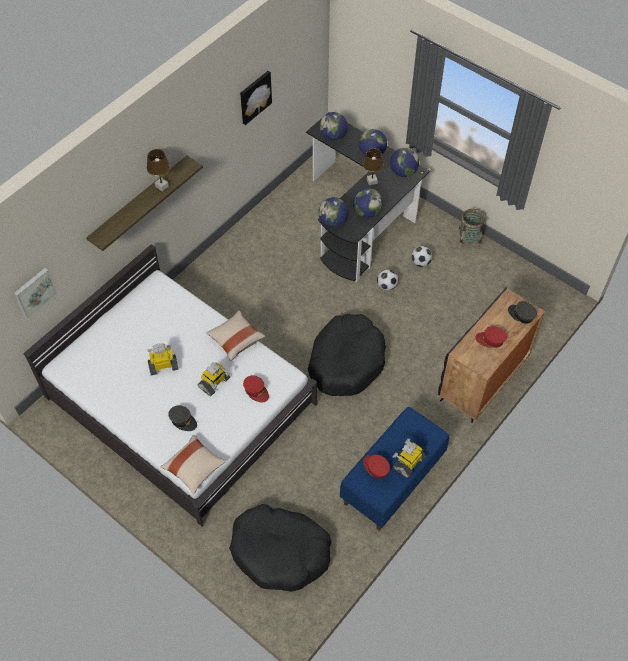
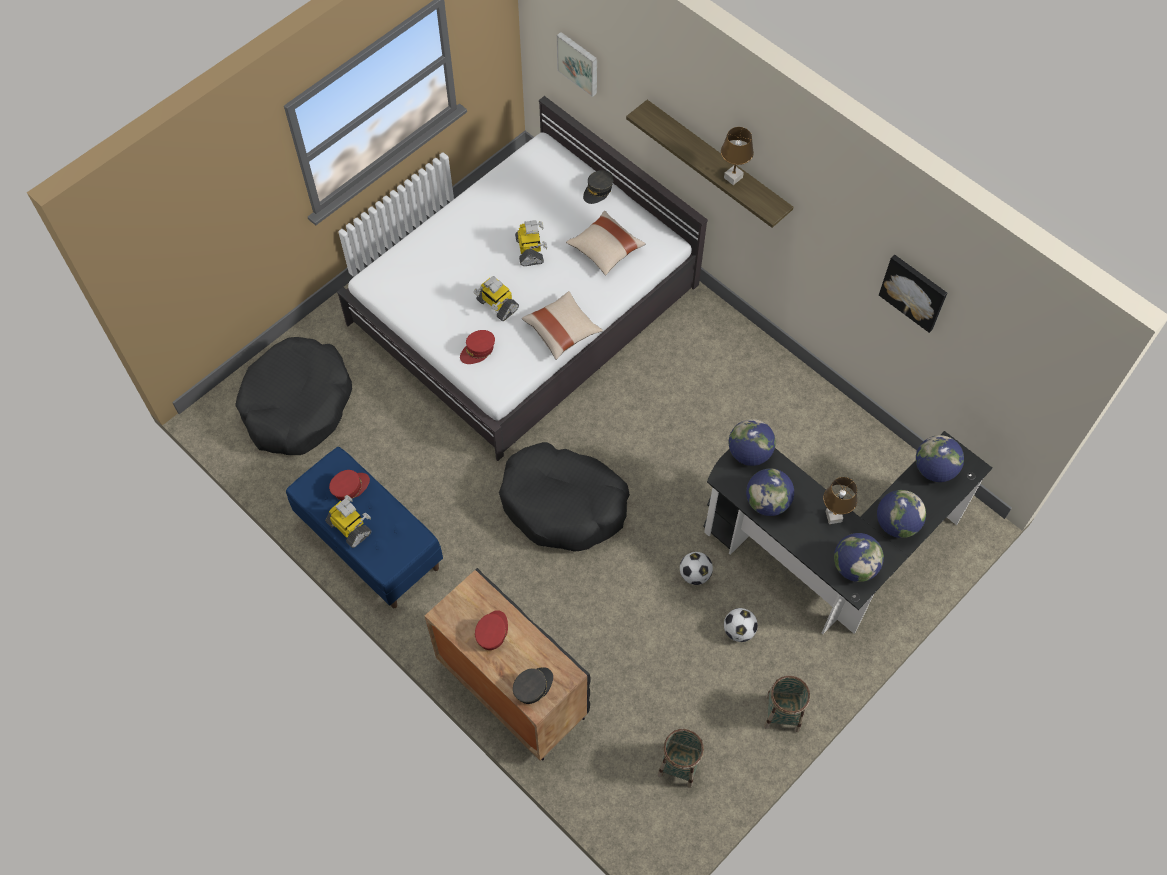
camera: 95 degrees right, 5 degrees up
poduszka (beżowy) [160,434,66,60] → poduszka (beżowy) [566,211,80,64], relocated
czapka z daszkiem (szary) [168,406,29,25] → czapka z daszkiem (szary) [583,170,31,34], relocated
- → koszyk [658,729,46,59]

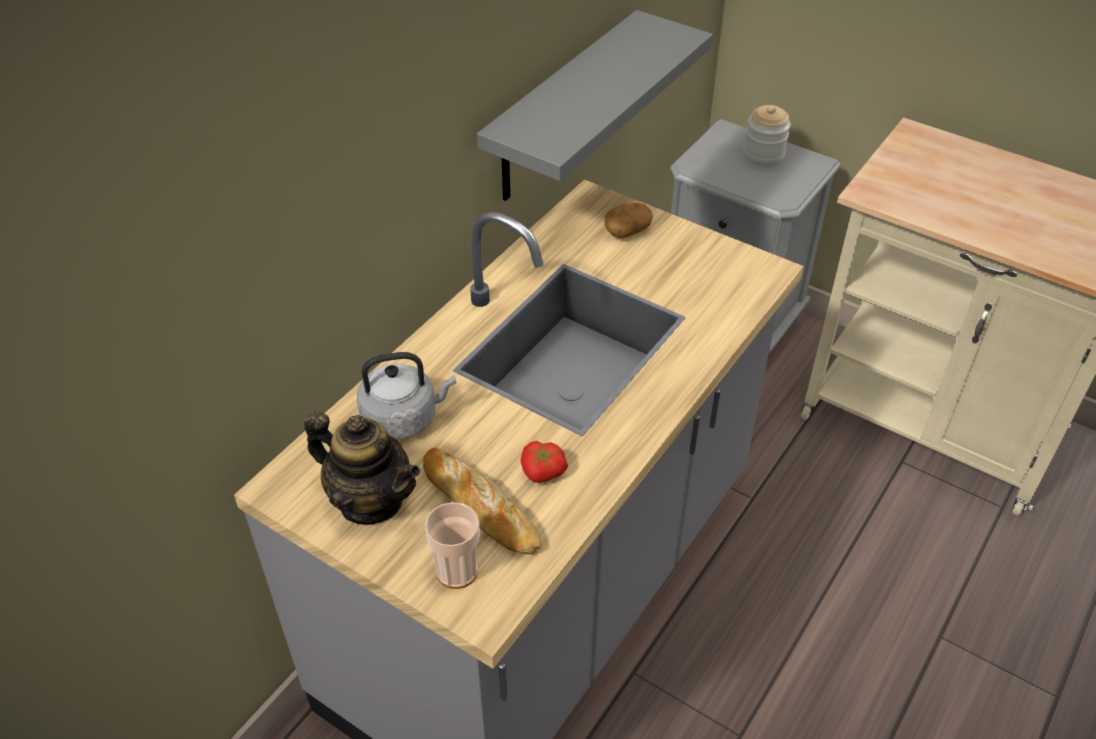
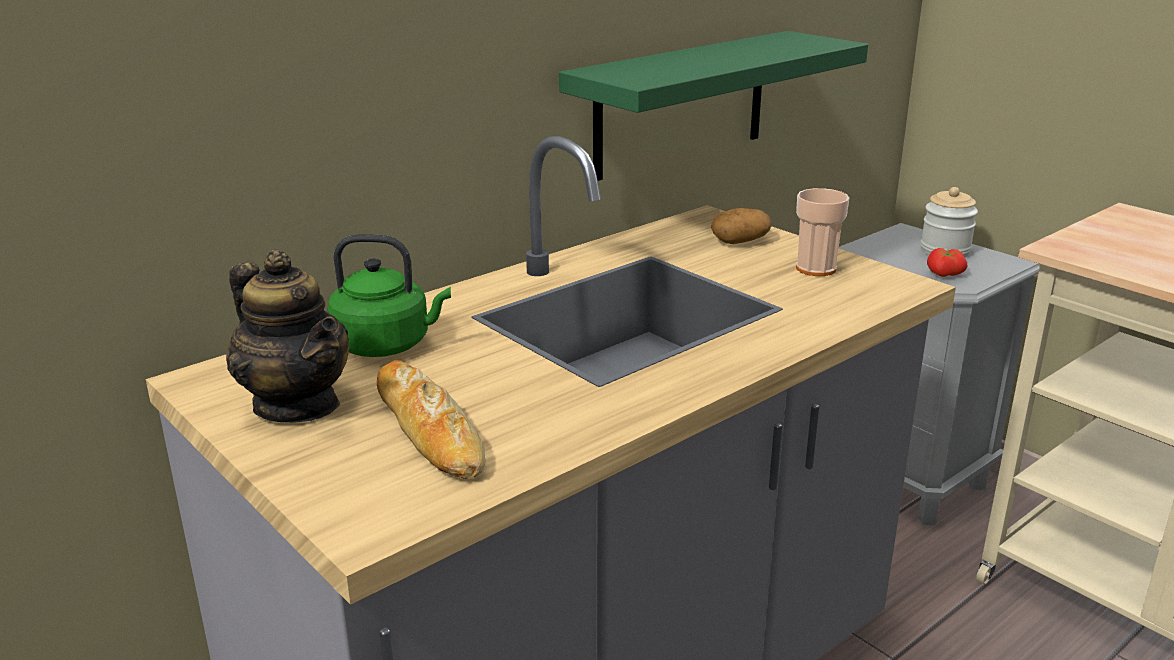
camera: 15 degrees right, 20 degrees down
czajnik (szary) [357,352,99,87] → czajnik (zielony) [327,234,124,123]
filiżanka [425,502,55,87] → filiżanka [796,188,53,88], relocated
półka (szary) [477,10,236,191] → półka (zielony) [559,31,309,150]
pomidor [520,441,48,42] → pomidor [927,248,40,29], relocated

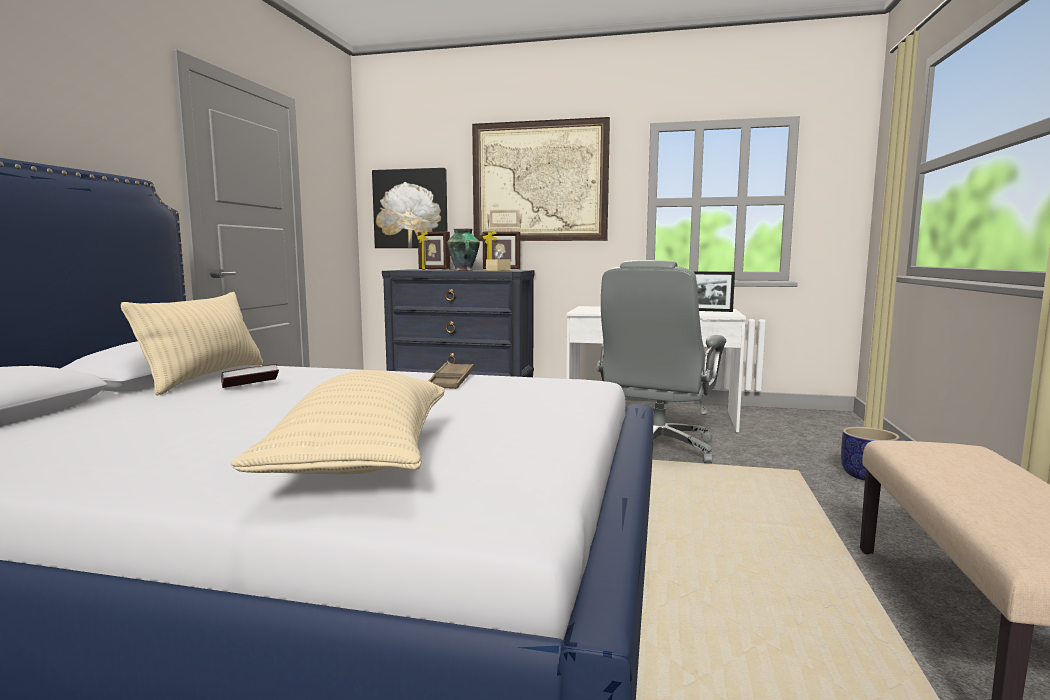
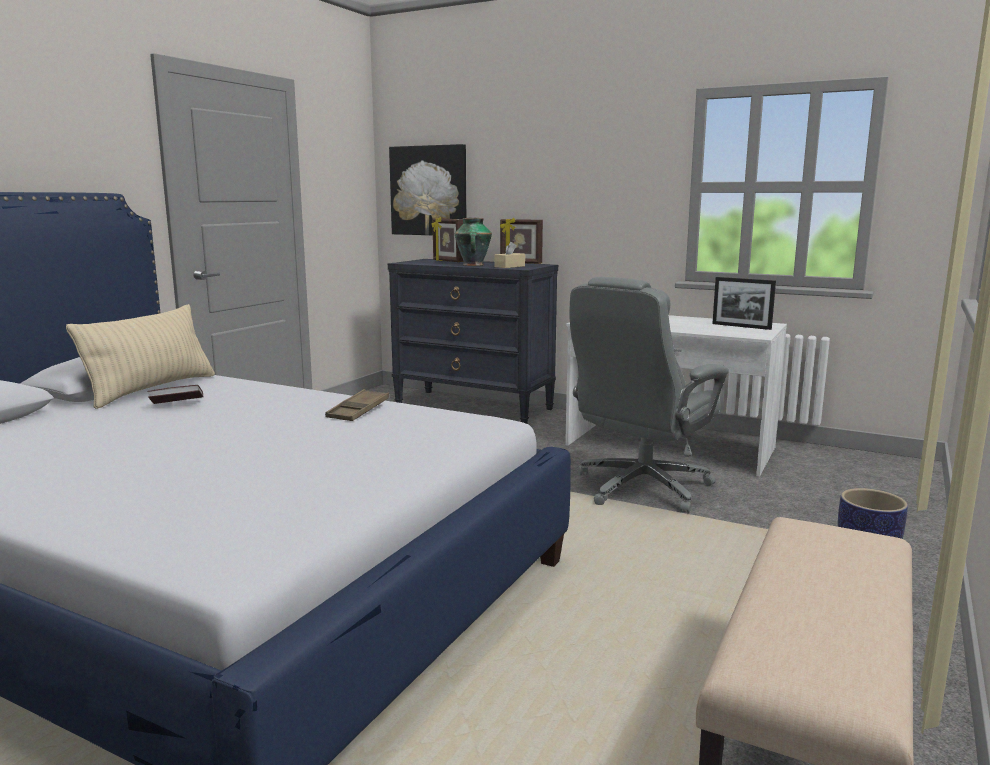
camera: 15 degrees right, 5 degrees up
poduszka (beżowy) [231,370,213,104] → -
obraz [472,117,138,124] → -

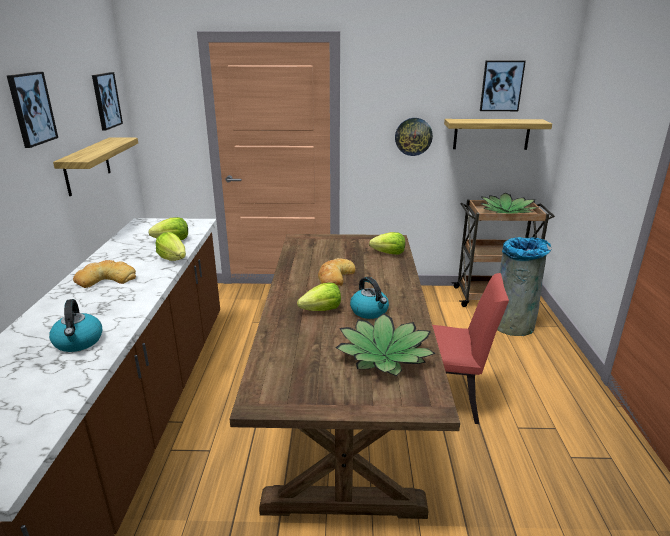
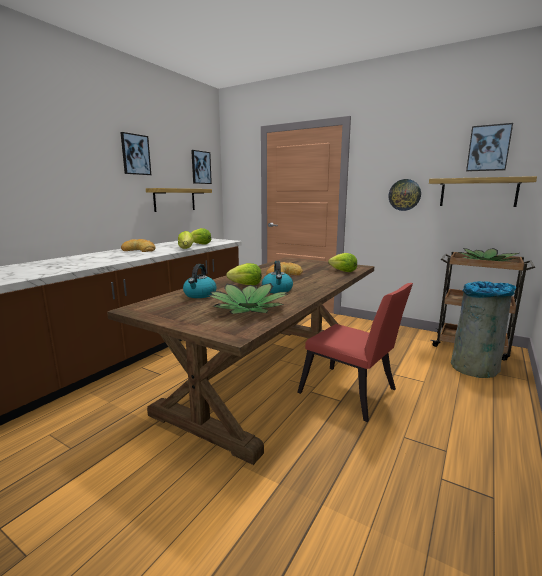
camera: 30 degrees right, 10 degrees down
czajnik [49,299,54,53] → czajnik [183,264,34,34], relocated

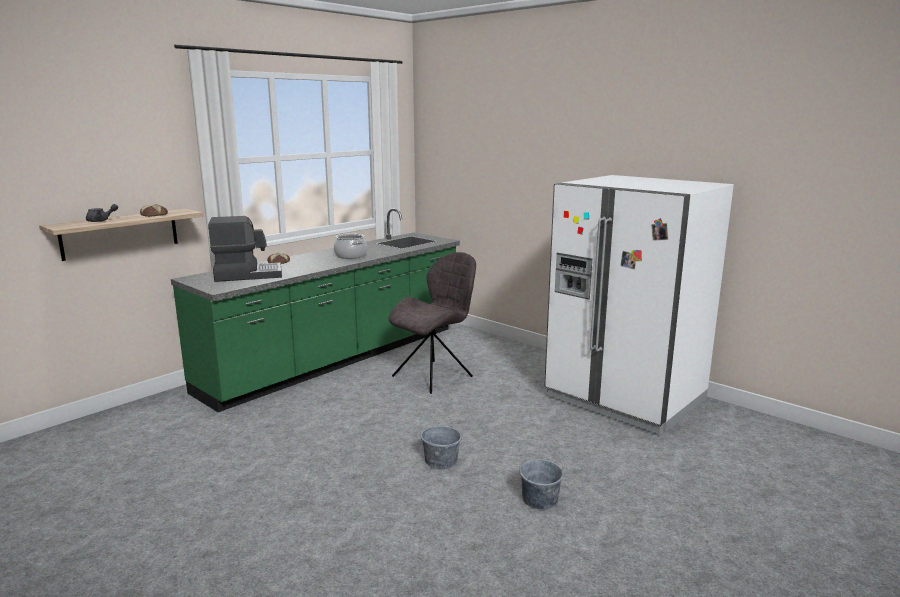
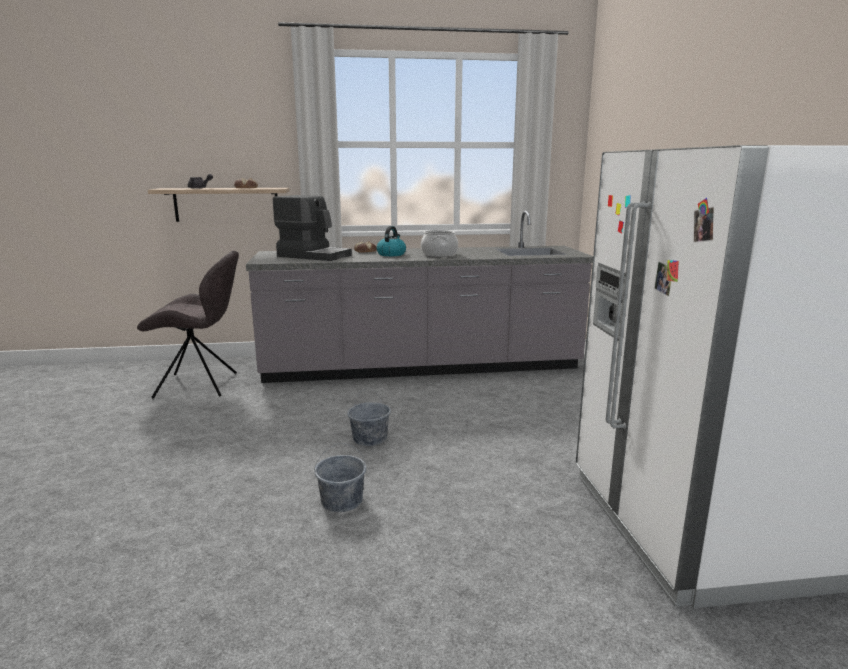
camera: 40 degrees right, 0 degrees up
zabudowa kuchenna (zielony) [171,208,289,204] → zabudowa kuchenna (szary) [246,211,347,172]
krzesło (szary) [388,252,88,142] → krzesło (szary) [137,251,102,147], relocated
wiadro (szary) [519,448,45,61] → wiadro (szary) [347,388,44,58], relocated
- → czajnik [377,226,29,30]

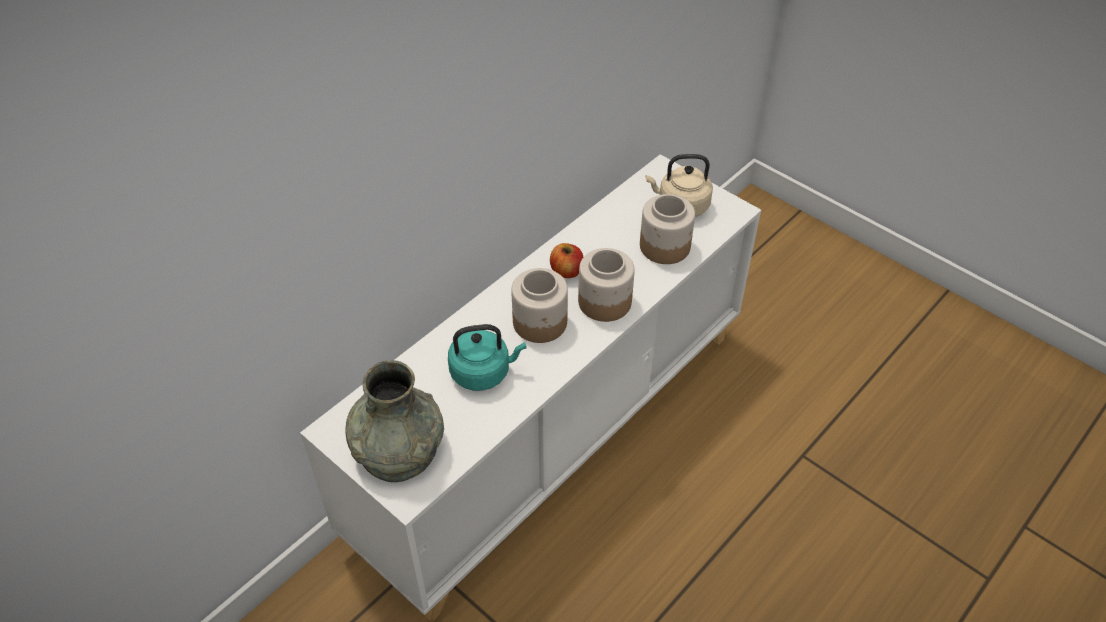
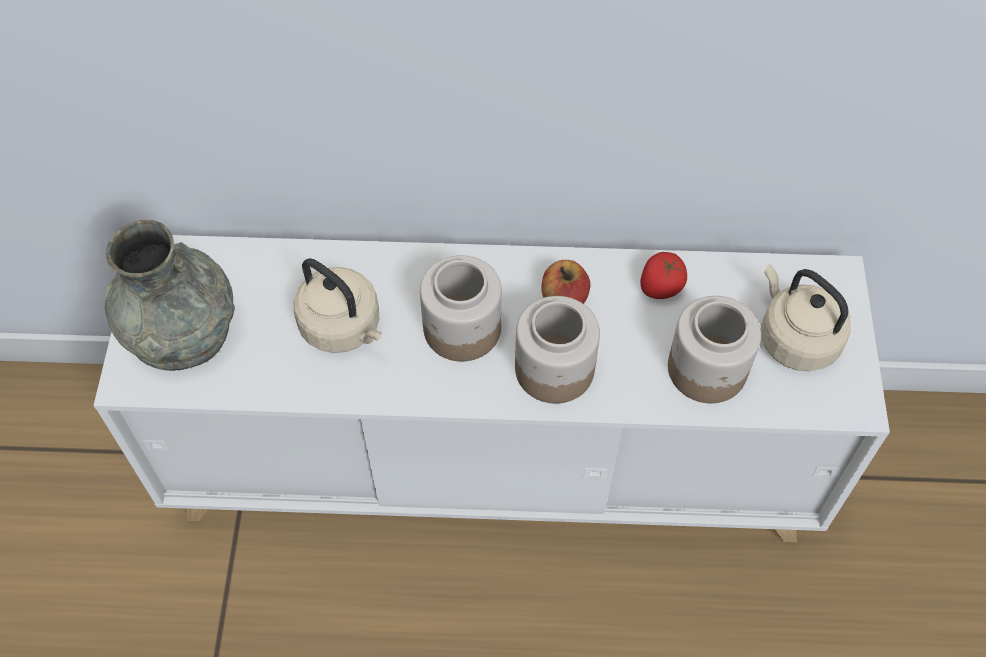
camera: 50 degrees right, 10 degrees up
czajnik (turkusowy) [448,324,79,67] → czajnik (beżowy) [294,258,88,95]
- → pomidor [640,252,47,47]

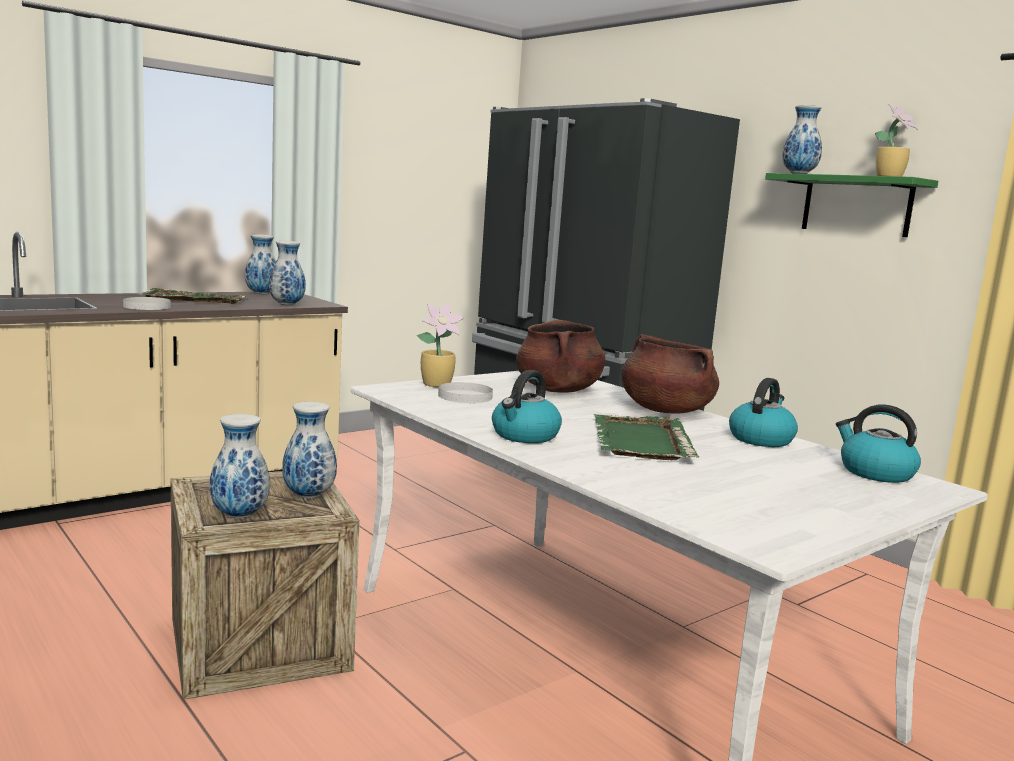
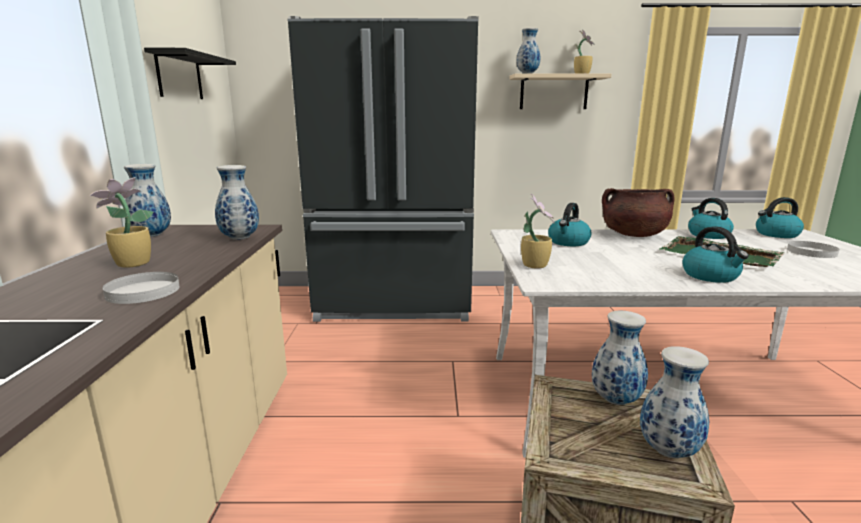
camera: 50 degrees left, 5 degrees up
taca (zielony) [140,288,108,16] → roślina doniczkowa [90,177,64,91]
talerz (biały) [438,382,55,21] → talerz (biały) [787,241,53,17], relocated
garnek (brązowy) [516,320,89,73] → czajnik [548,203,44,43]
półka (zielony) [765,173,173,64] → półka (beżowy) [509,73,102,36]
- → półka (czarny) [144,48,92,51]

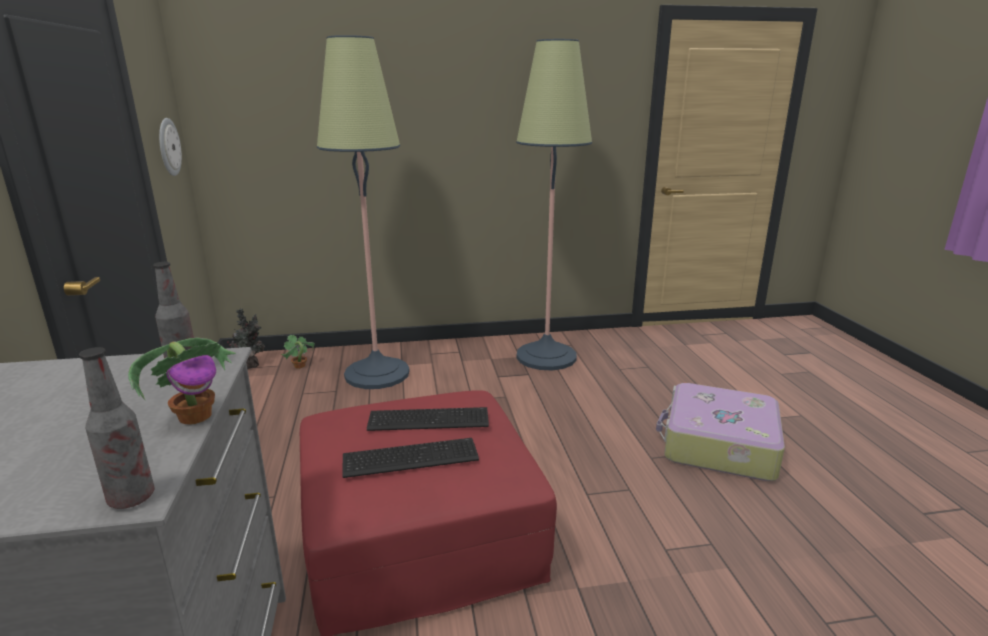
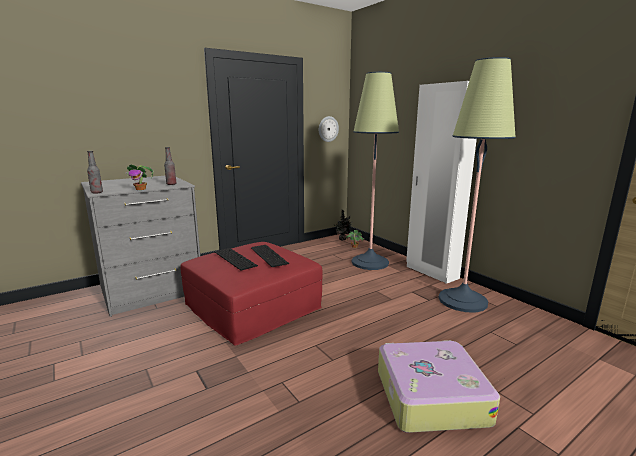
camera: 65 degrees right, 5 degrees down
- → szafa (biały) [406,81,71,203]

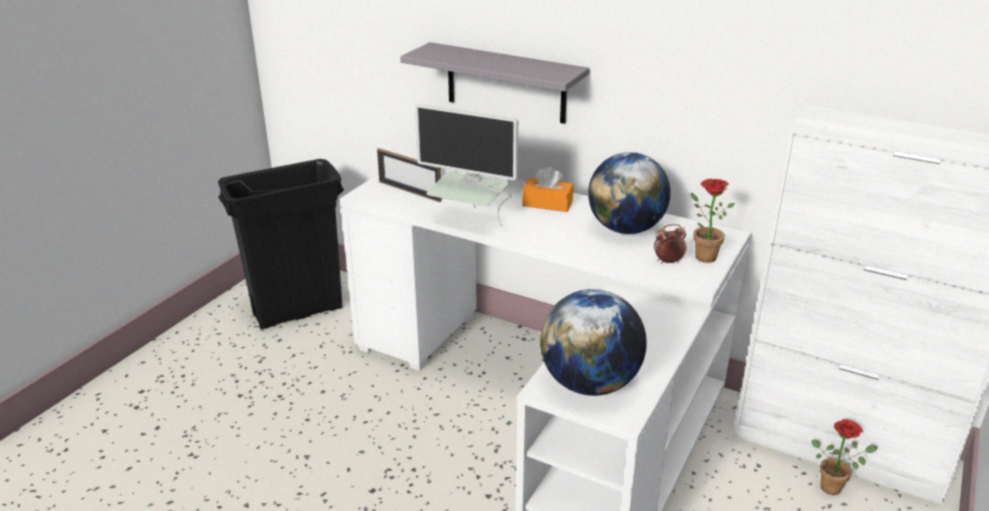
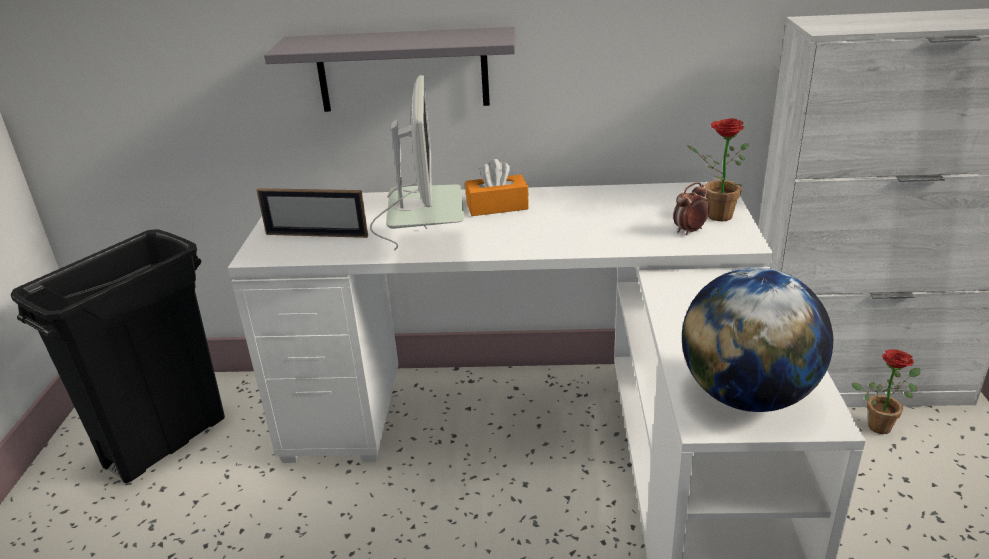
camera: 25 degrees left, 0 degrees up
monitor [414,104,104,123] → monitor [370,75,94,176], 90 degrees counterclockwise
globus [588,152,83,82] → -

